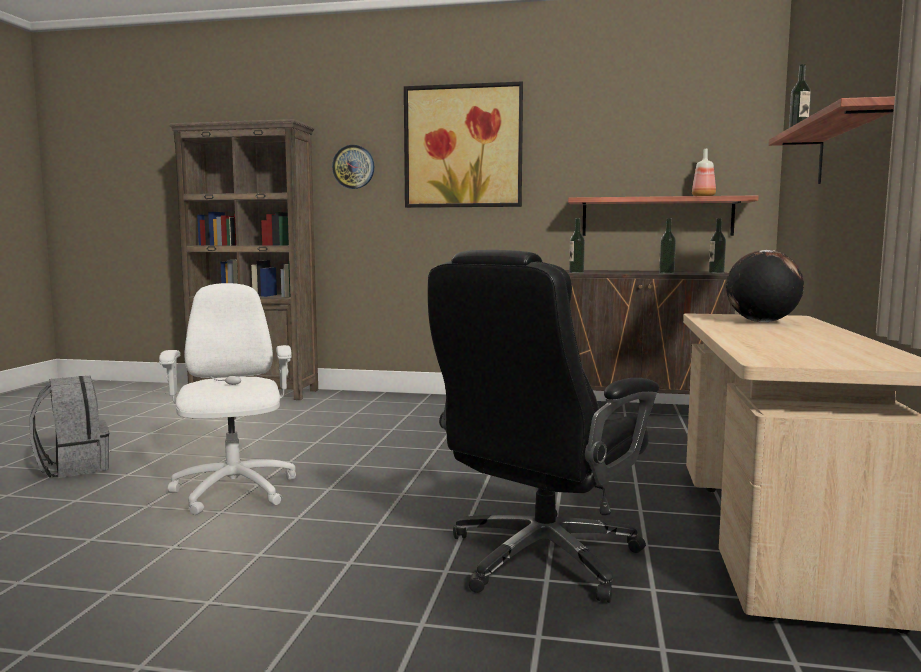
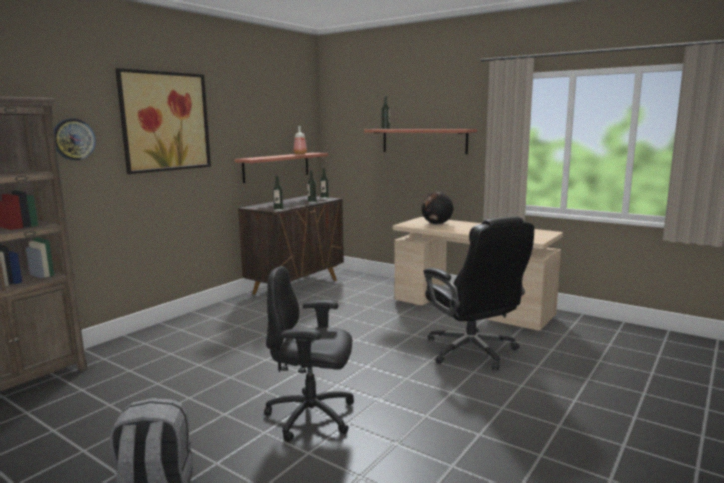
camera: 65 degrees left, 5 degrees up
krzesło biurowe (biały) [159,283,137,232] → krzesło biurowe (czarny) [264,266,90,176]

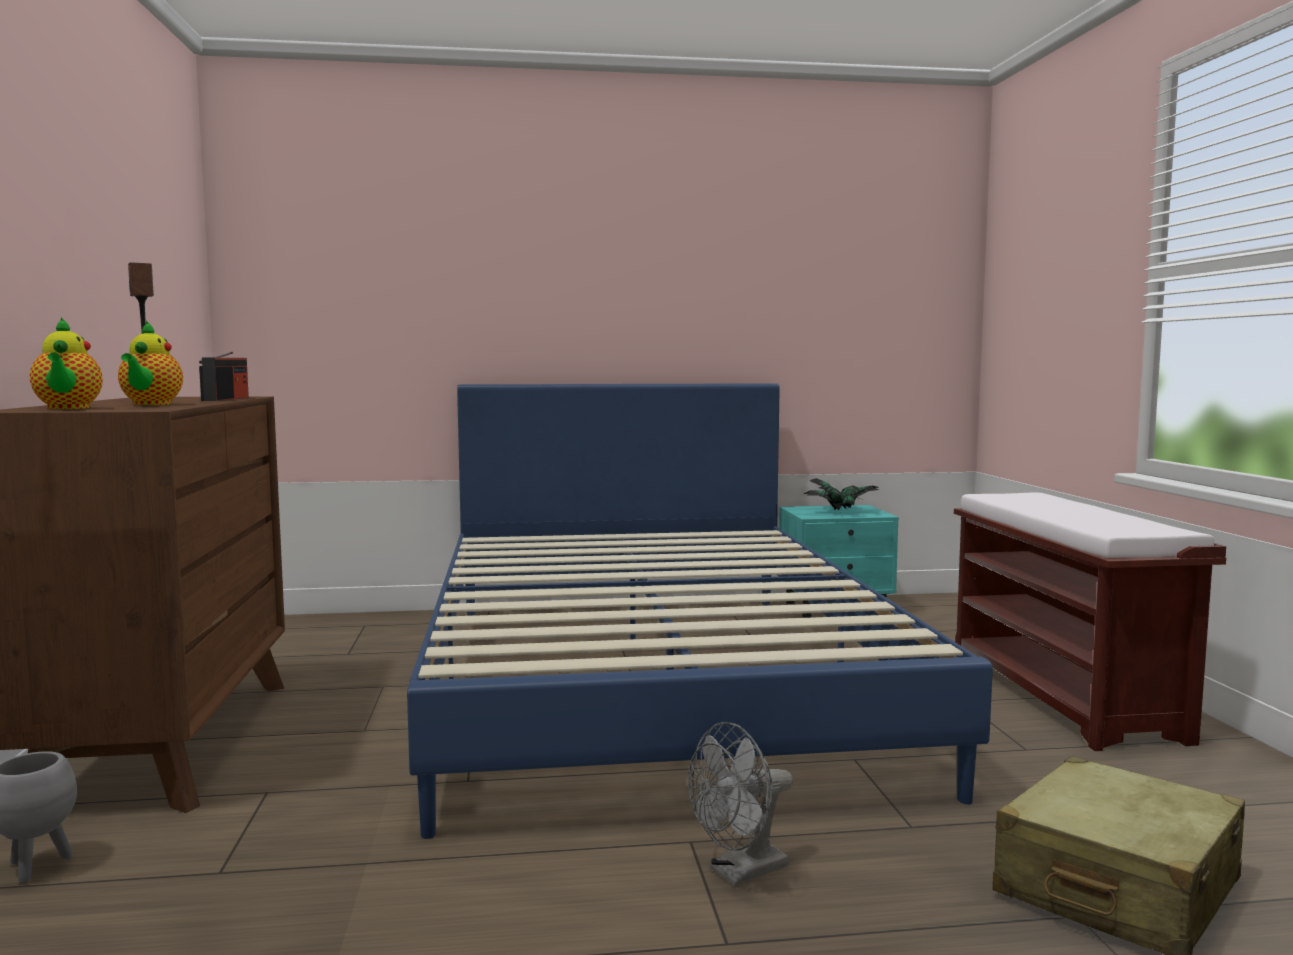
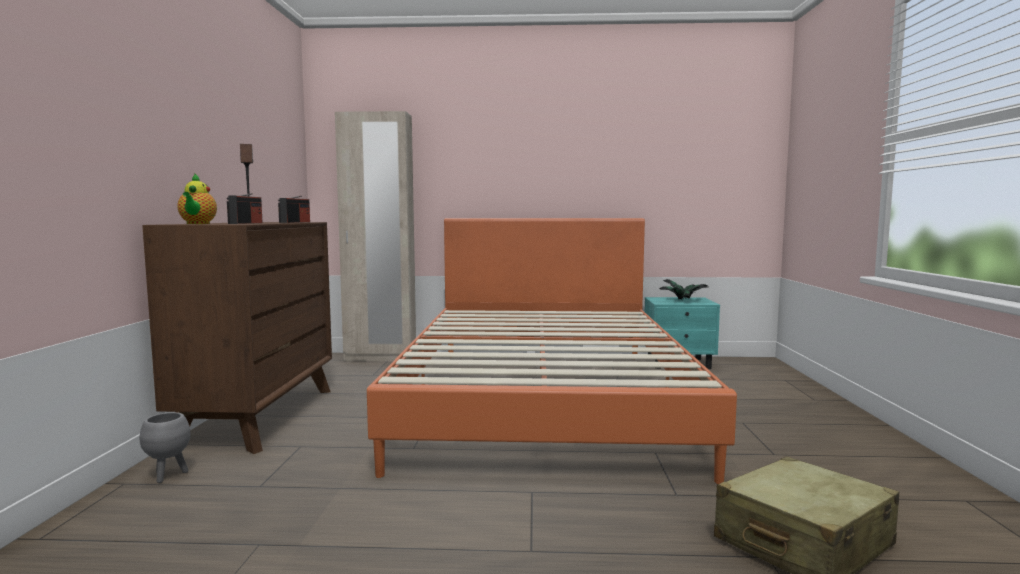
camera: 10 degrees right, 0 degrees up
imbryk [118,321,65,84] → radio [227,193,36,31]
łóżko (niebieski) [407,383,586,456] → łóżko (pomarańczowy) [367,218,370,266]
wentylator (szary) [687,722,106,164] → -
ławka (brązowy) [954,493,272,258] → -
- → szafa (beżowy) [335,111,81,250]

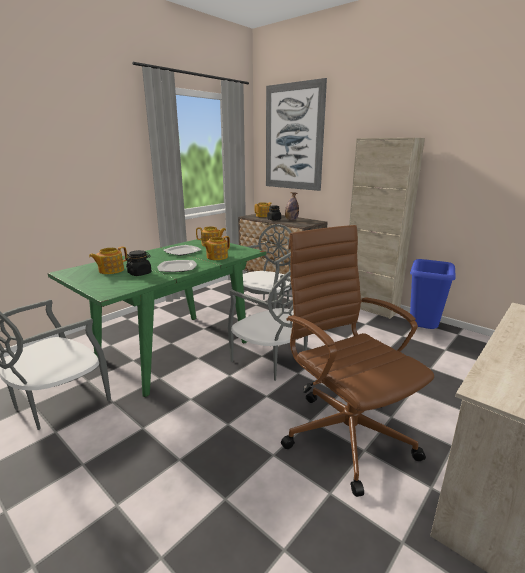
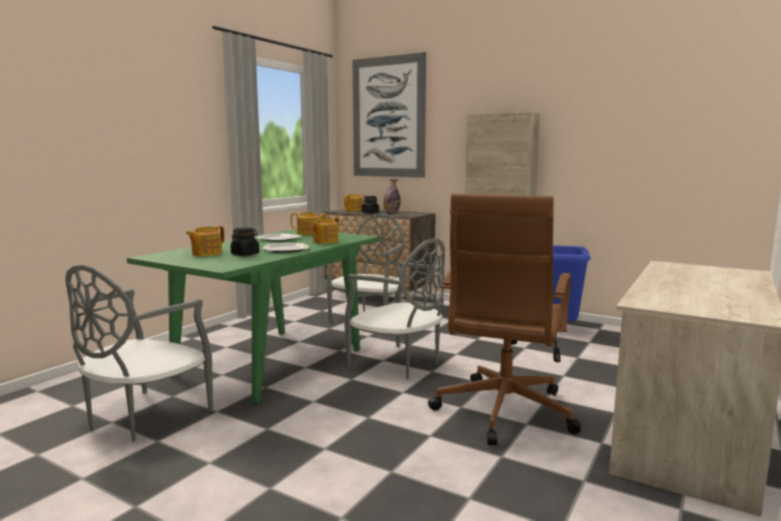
camera: 10 degrees left, 10 degrees down
krzesło biurowe (brązowy) [281,225,153,272] → krzesło biurowe (brązowy) [428,194,153,251], 120 degrees counterclockwise

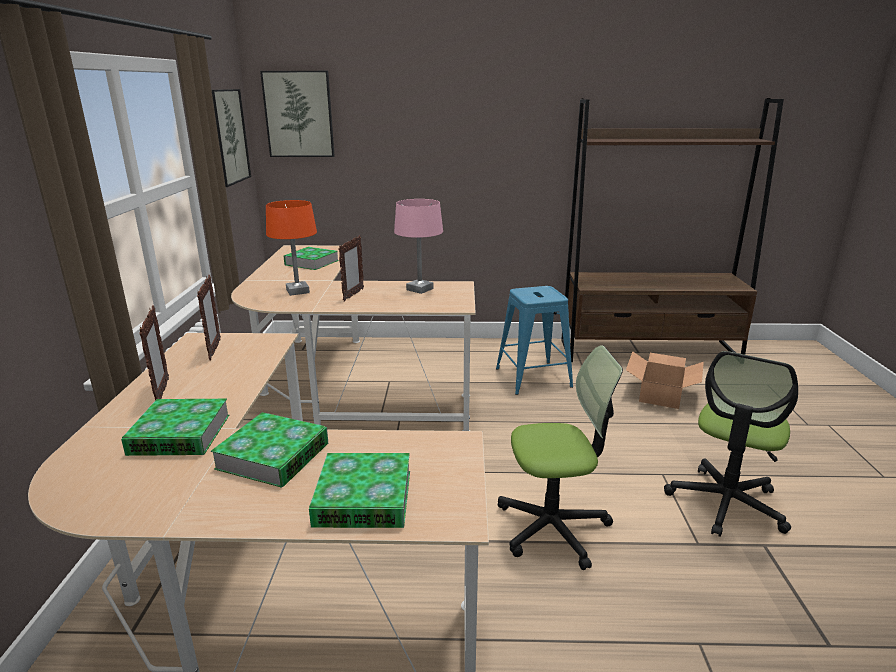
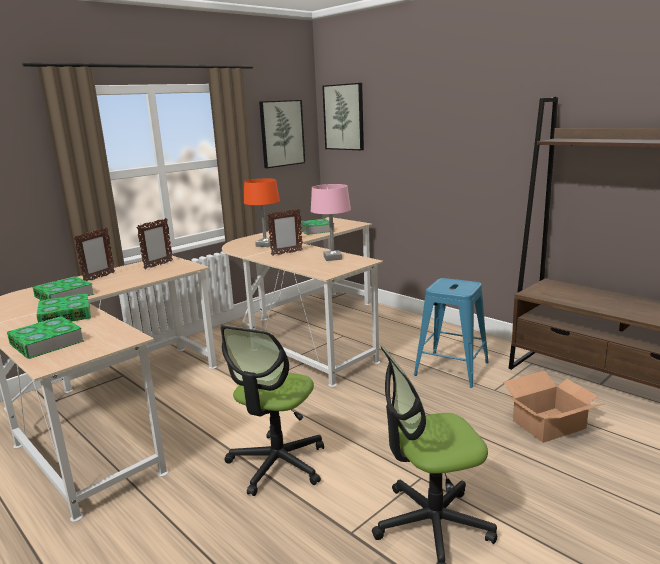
camera: 45 degrees right, 5 degrees down
krzesło biurowe [498,345,125,225] → krzesło biurowe [220,325,104,171], 75 degrees clockwise

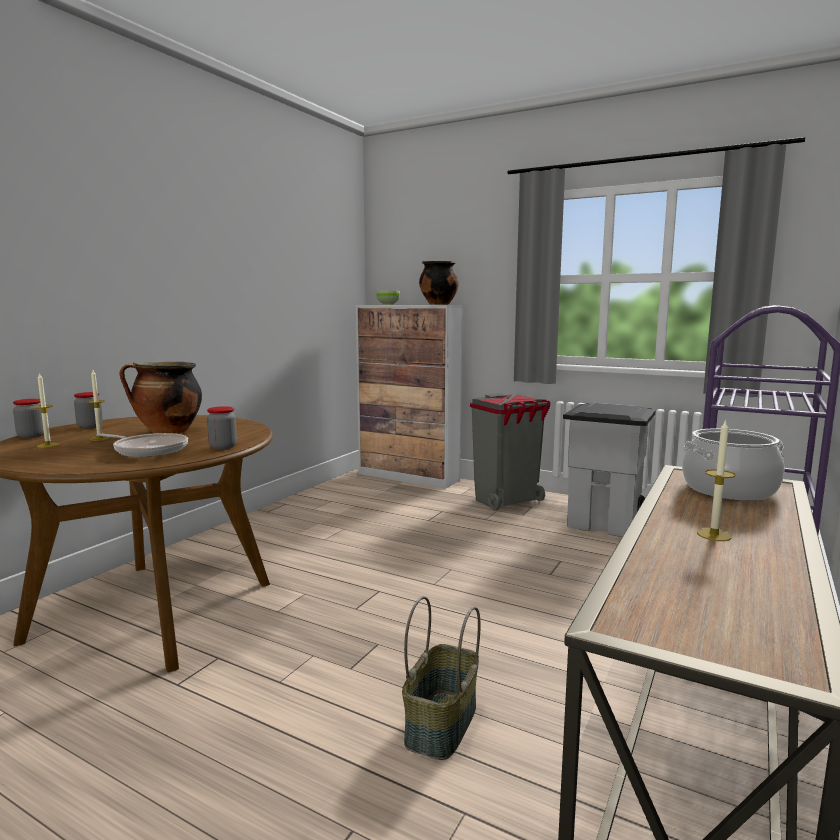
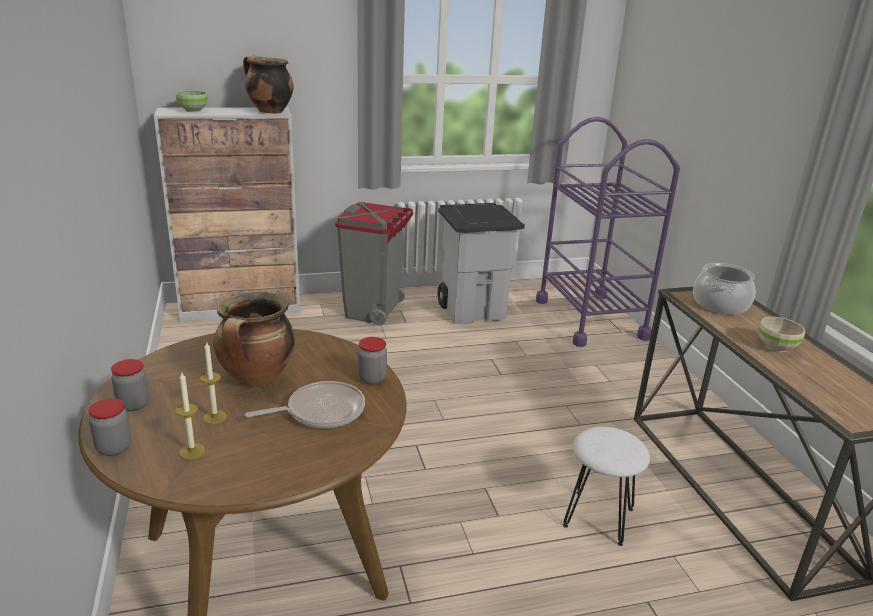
camera: 45 degrees left, 15 degrees up
koszyk [402,596,78,164] → stołek (biały) [563,427,87,119]
świeca [697,419,38,122] → miska (beżowy) [758,317,47,35]

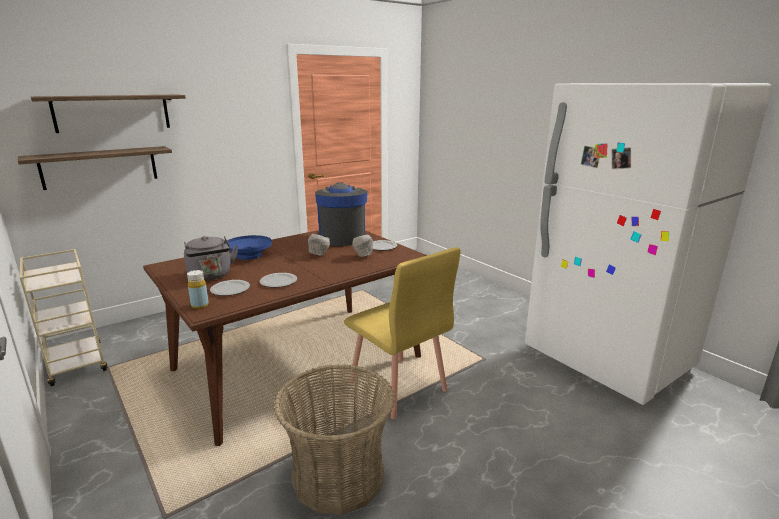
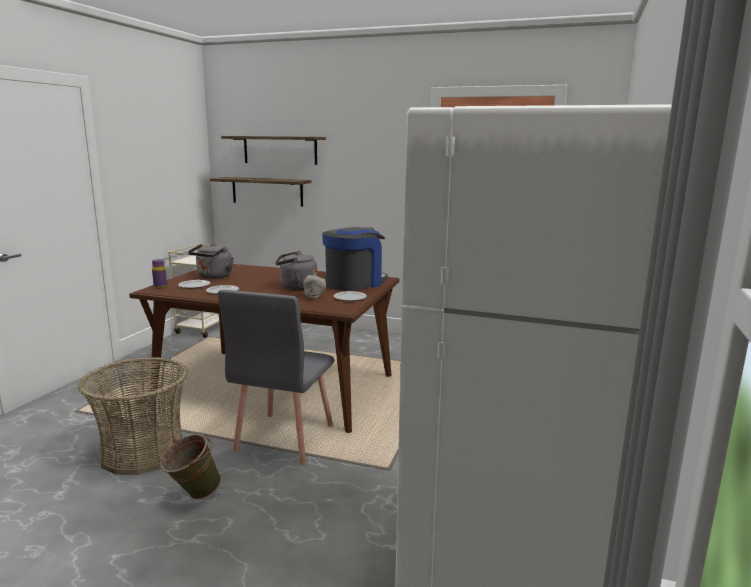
camera: 55 degrees right, 5 degrees down
butelka (żółty) [187,270,22,39] → butelka (fioletowy) [152,259,15,29]
miska (niebieski) [226,235,46,25] → -
miska (szary) [308,234,22,22] → czajnik (szary) [276,251,42,39]
krzesło (żółty) [344,248,117,171] → krzesło (szary) [218,290,116,175]
- → wiadro (zielony) [160,434,61,65]

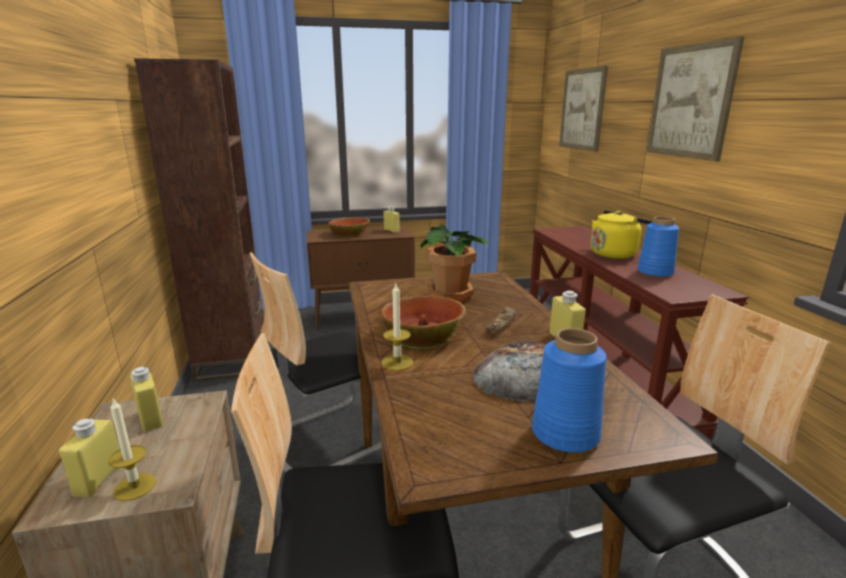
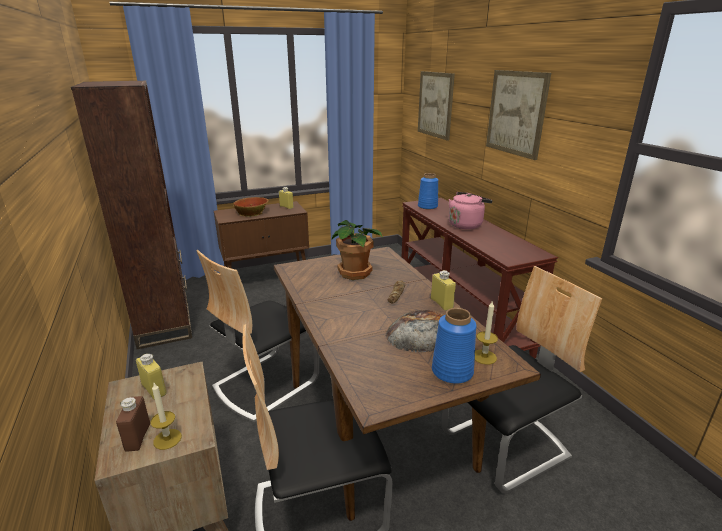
camera: 10 degrees left, 5 degrees up
butelka (żółty) [59,419,61,78] → butelka (brązowy) [116,396,34,56]
miska [381,295,85,54] → -
świeca [382,284,31,87] → świeca [475,300,23,65], relocated
czajnik (żółty) [591,210,62,49] → czajnik (różowy) [449,192,43,37]
wazon (niebieski) [638,216,41,61] → wazon (niebieski) [418,173,20,37], relocated

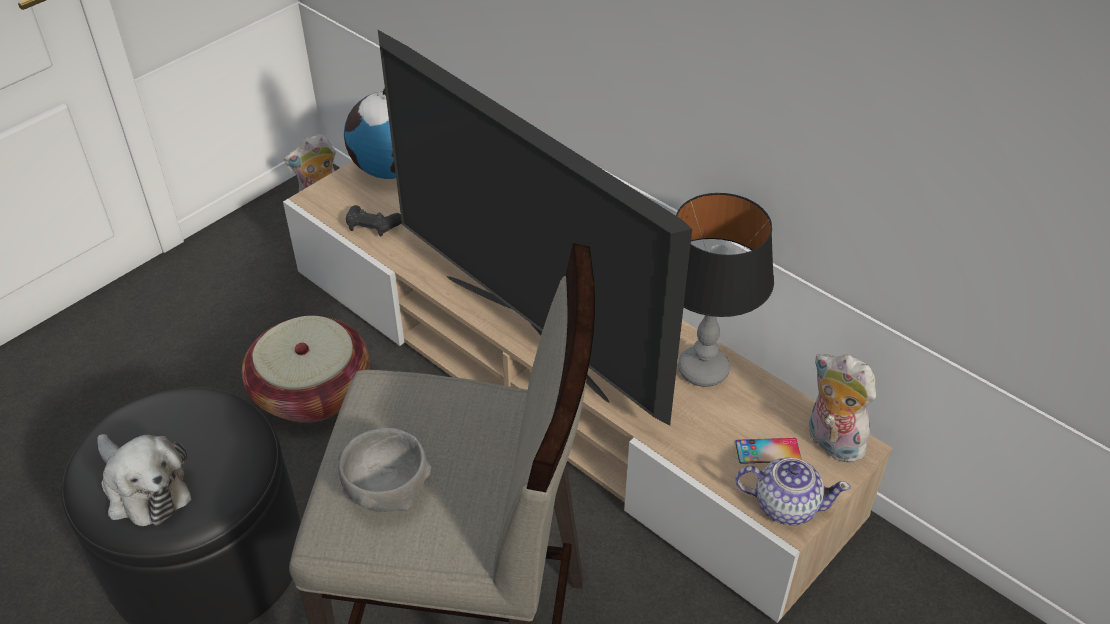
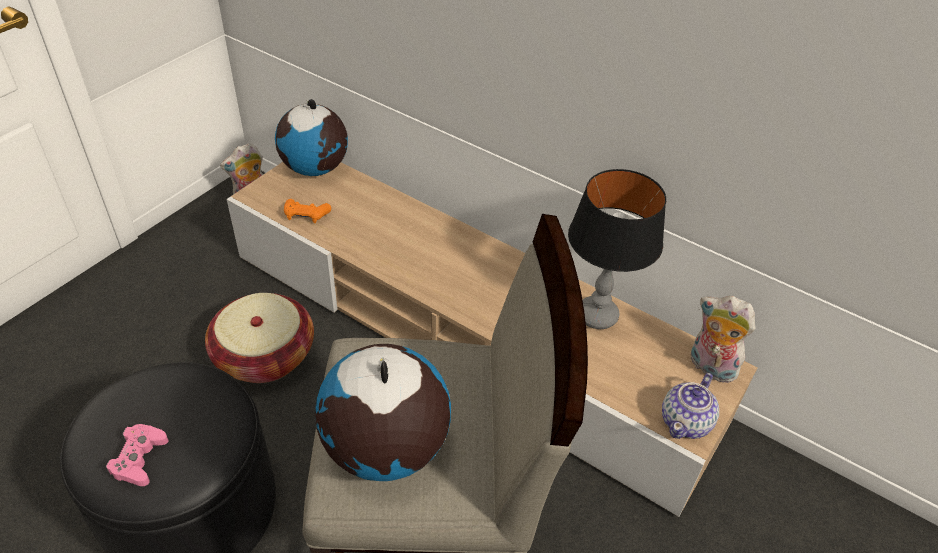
camera: 10 degrees left, 0 degrees up
pluszak [97,434,94,92] → pad do gier (różowy) [106,424,62,62]
miska (szary) [338,428,93,84] → globus [315,344,136,137]
pad do gier (czarny) [346,205,56,32] → pad do gier (pomarańczowy) [284,199,47,24]
telewizor [378,30,314,395] → -
telefon [735,438,66,26] → -
imbryk [735,457,116,69] → imbryk [662,373,57,66], 120 degrees clockwise

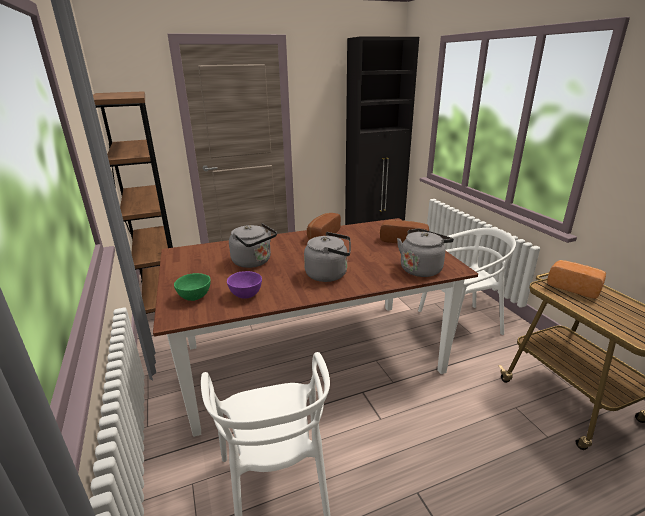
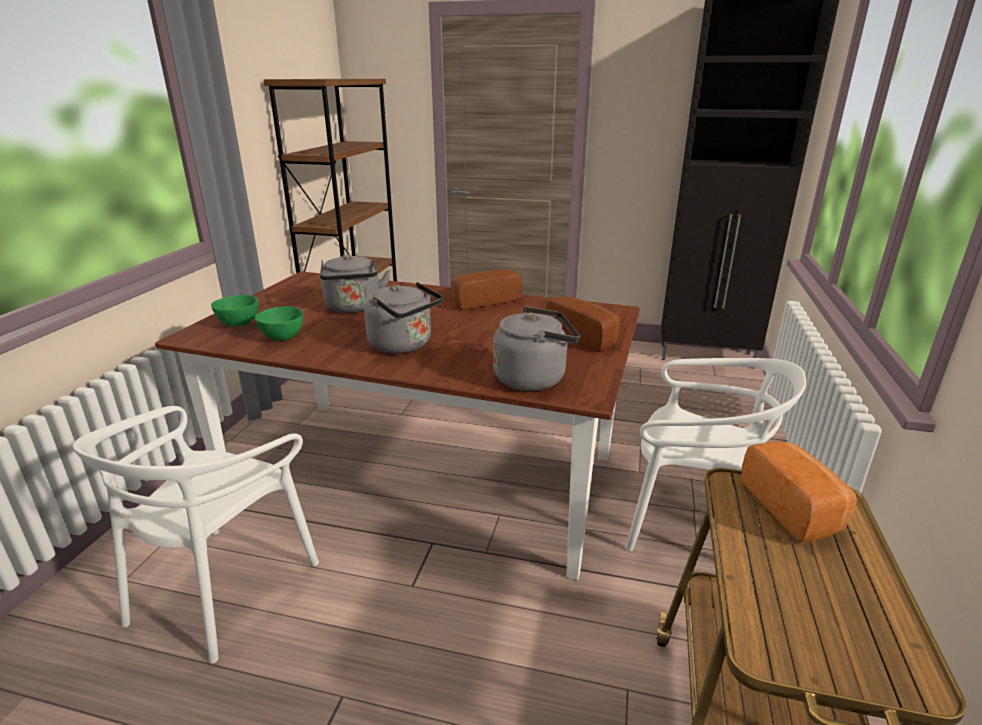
camera: 35 degrees right, 0 degrees up
miska (fioletowy) [227,271,35,28] → miska (zielony) [255,306,48,35]

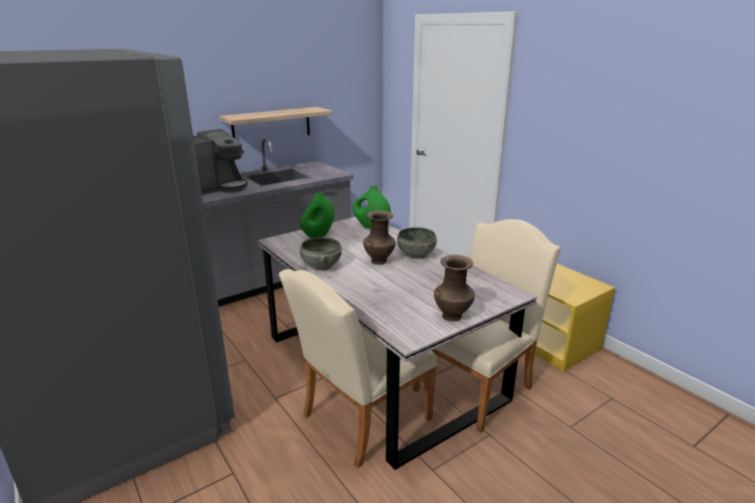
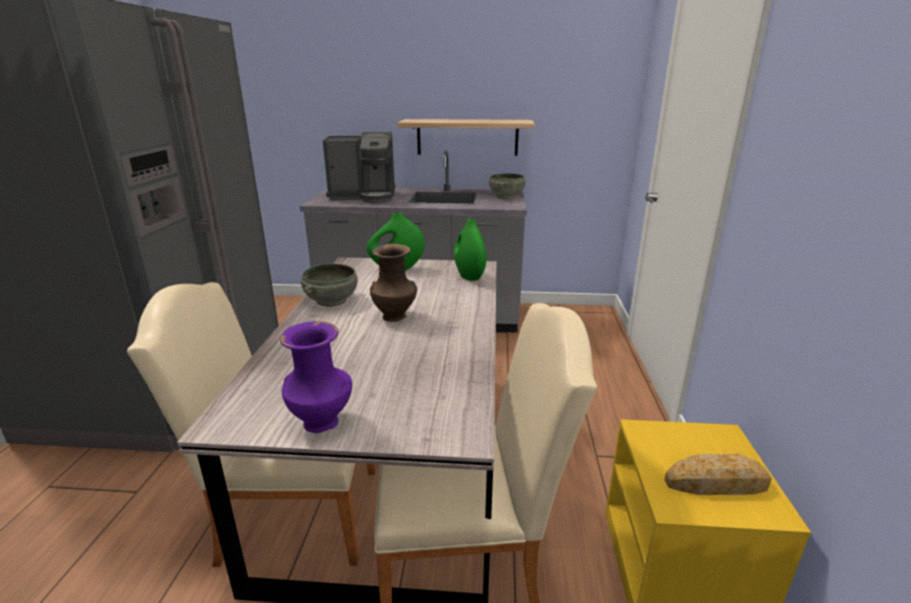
camera: 40 degrees right, 0 degrees up
miska (szary) [397,227,40,32] → miska (szary) [489,173,37,26], relocated
wazon (brązowy) [434,255,41,66] → wazon (fioletowy) [280,321,72,112]
- → chleb [665,454,107,41]

